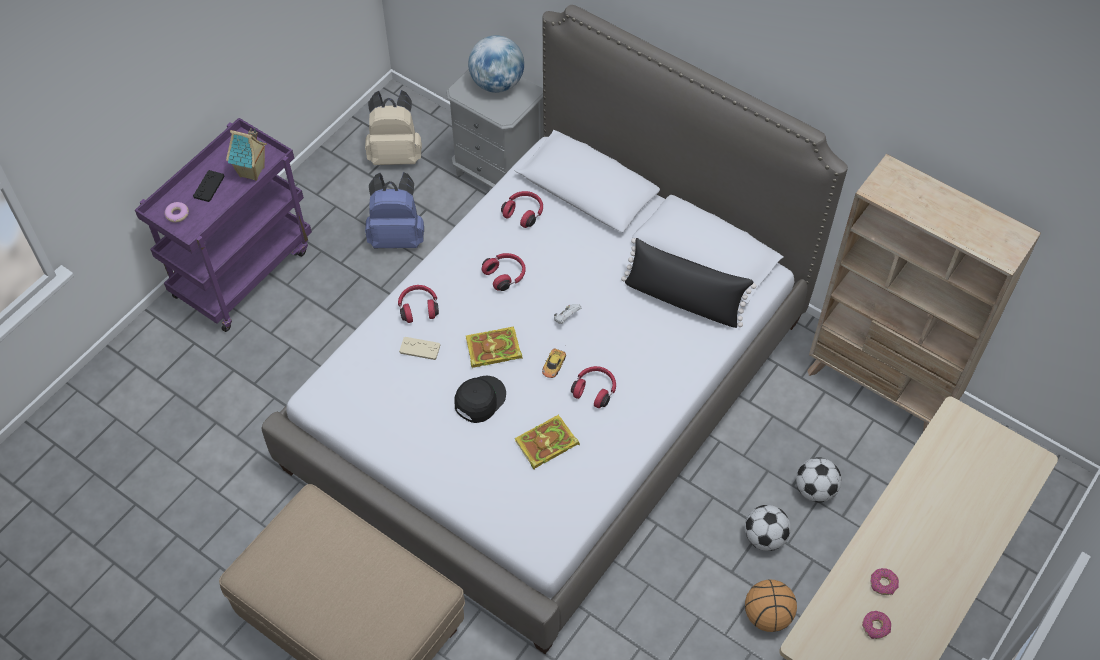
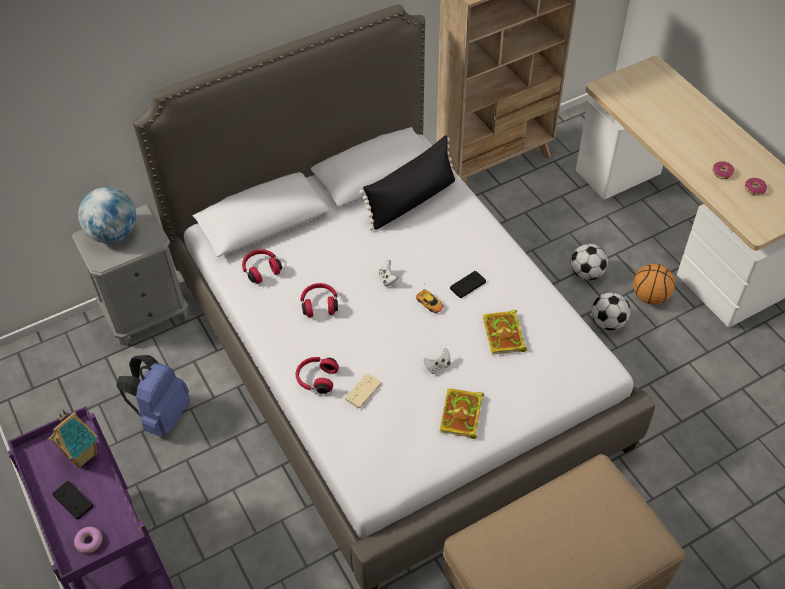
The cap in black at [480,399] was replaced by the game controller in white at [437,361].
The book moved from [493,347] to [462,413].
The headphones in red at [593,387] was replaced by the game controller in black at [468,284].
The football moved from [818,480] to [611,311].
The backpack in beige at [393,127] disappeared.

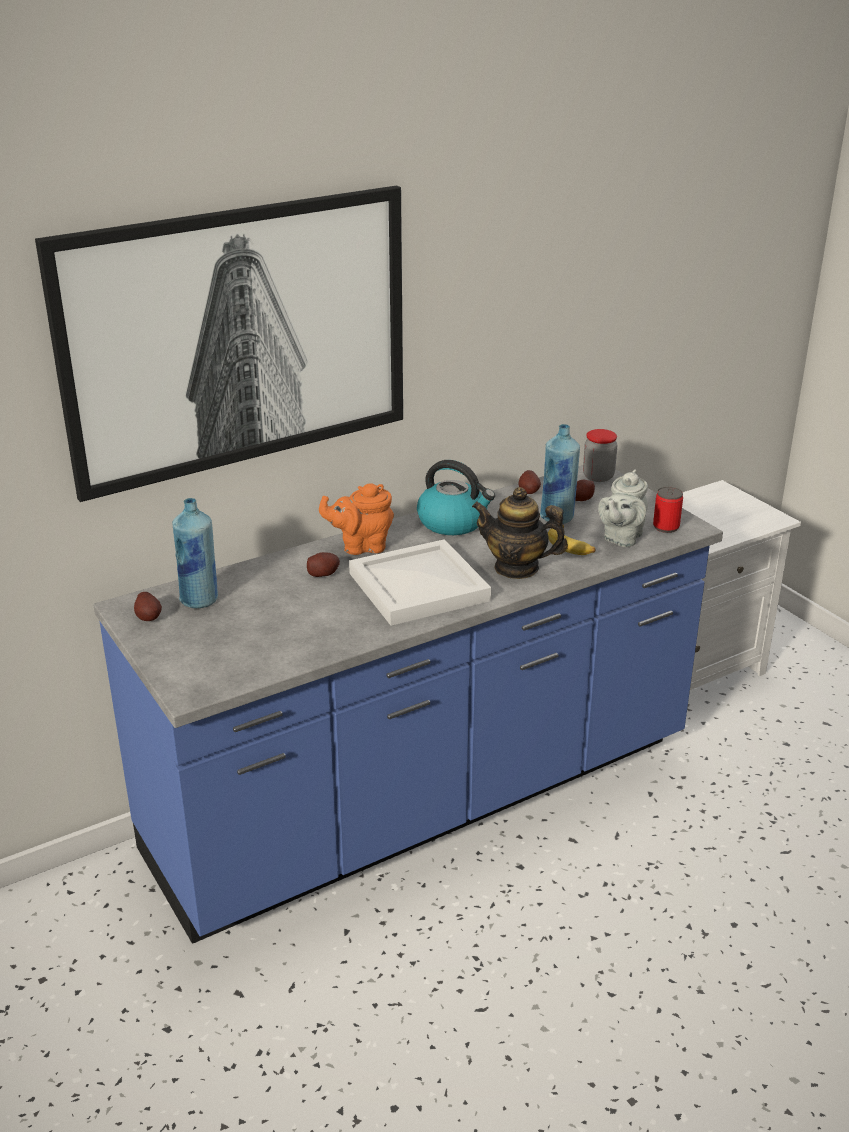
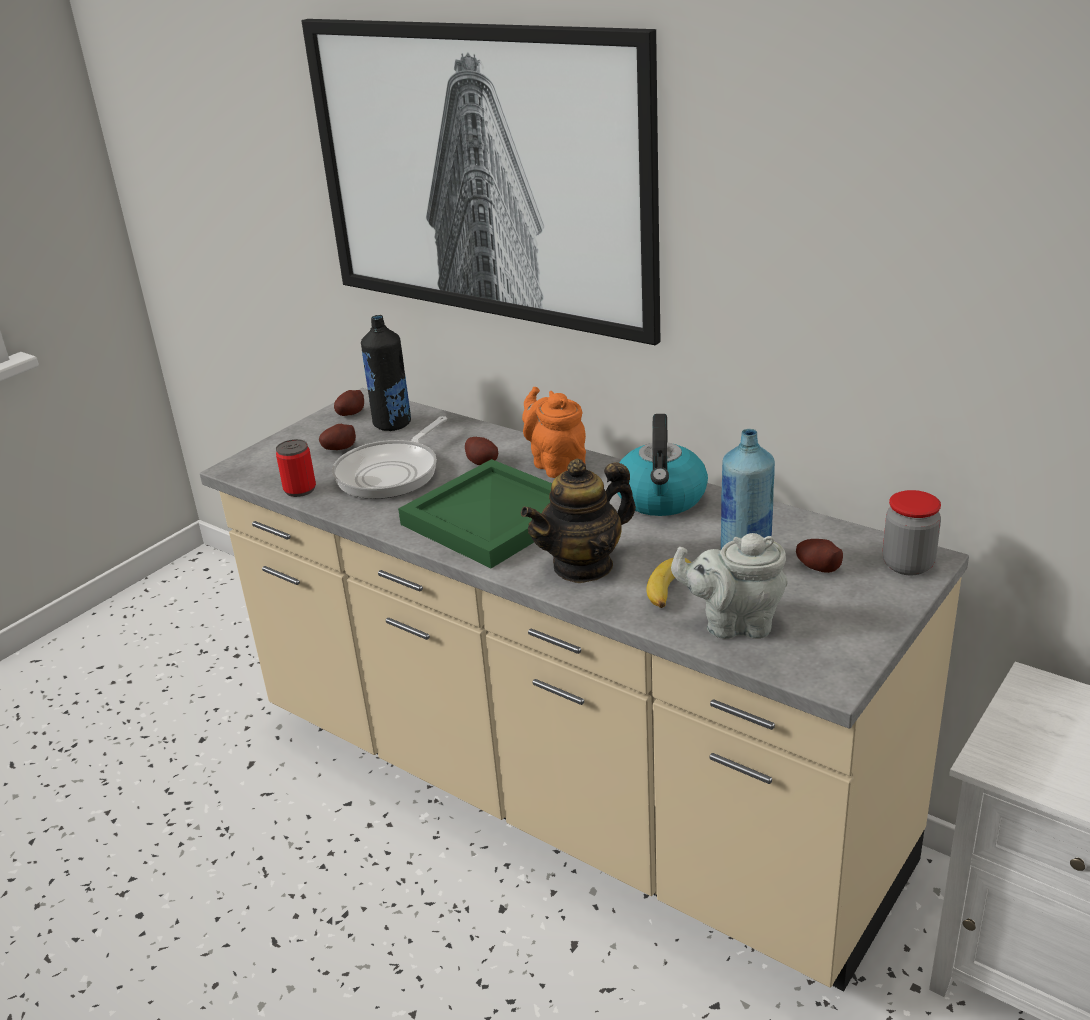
The counter in blue at [408,704] became the counter in beige at [584,689].
The can moved from [668,510] to [296,468].
The potato moved from [530,482] to [337,437].
The frying pan at [389,457] appeared.
The bottle in blue at [195,553] became the bottle in black at [386,373].
The tray in white at [420,582] became the tray in green at [475,513].
The teapot at [520,533] turned 120 degrees counterclockwise.

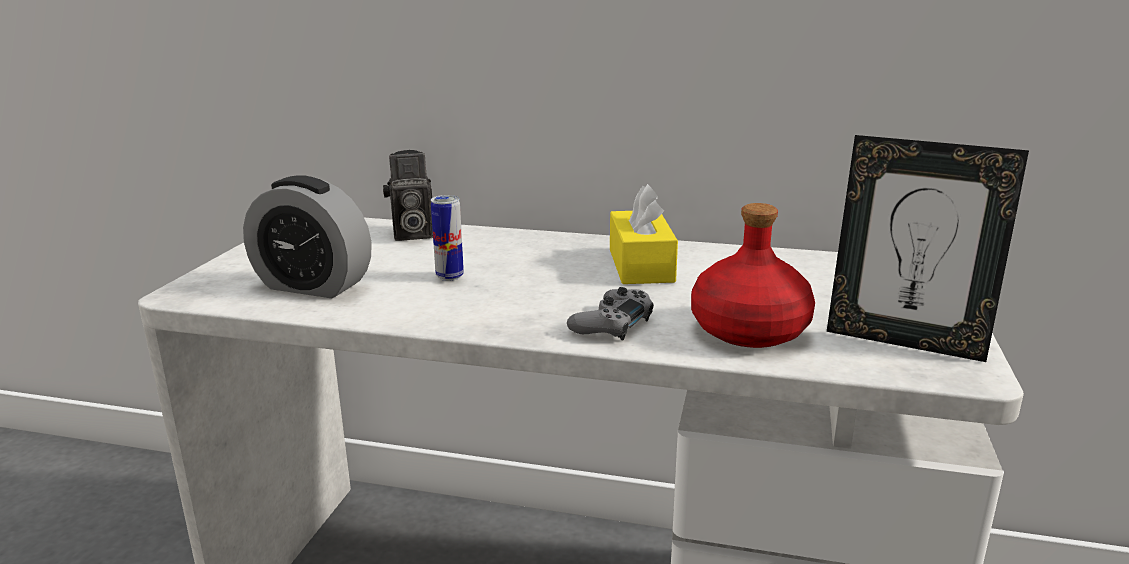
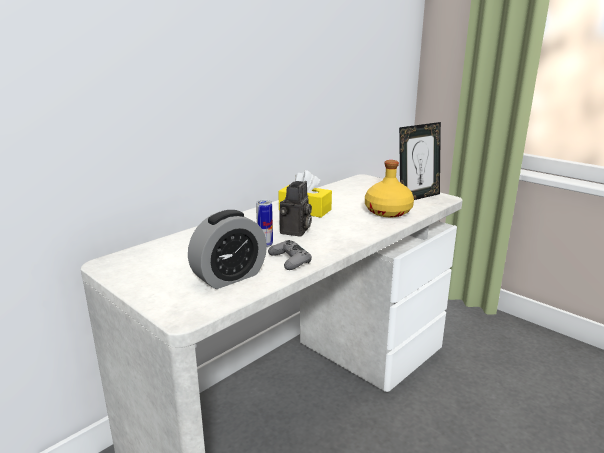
The game controller in grey moved from [610,313] to [290,255].
The photo camera moved from [408,195] to [296,208].
The bottle in red at [753,275] became the bottle in yellow at [389,188].

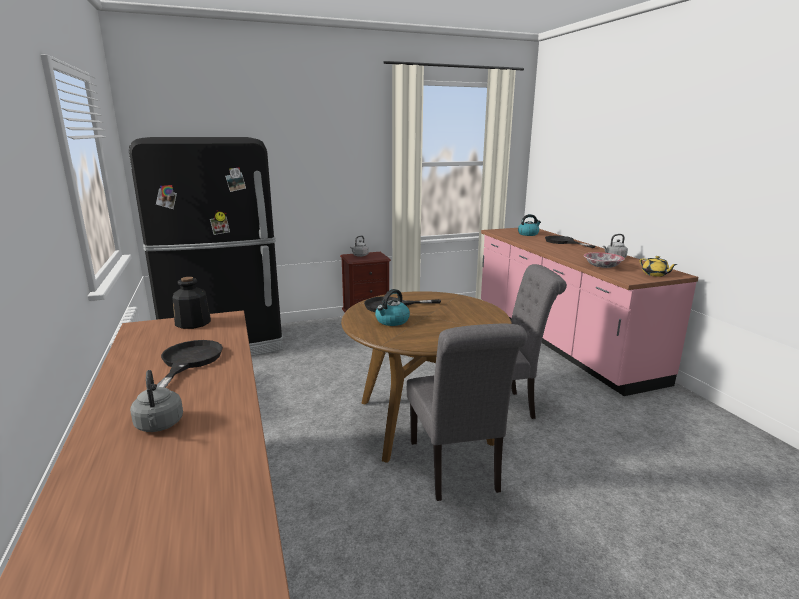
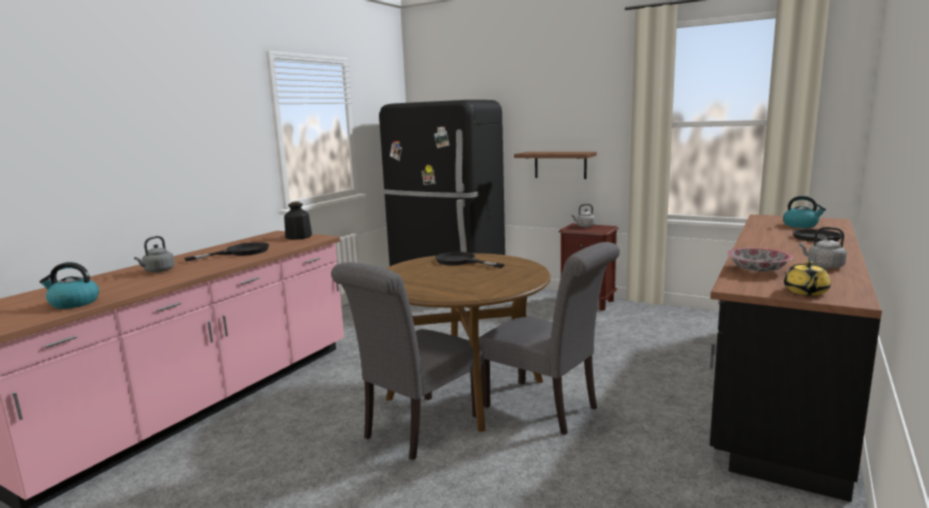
The kettle moved from [392,307] to [69,285].
The shelf in brown at [555,165] appeared.
The counter in pink at [589,312] became the counter in black at [796,358].

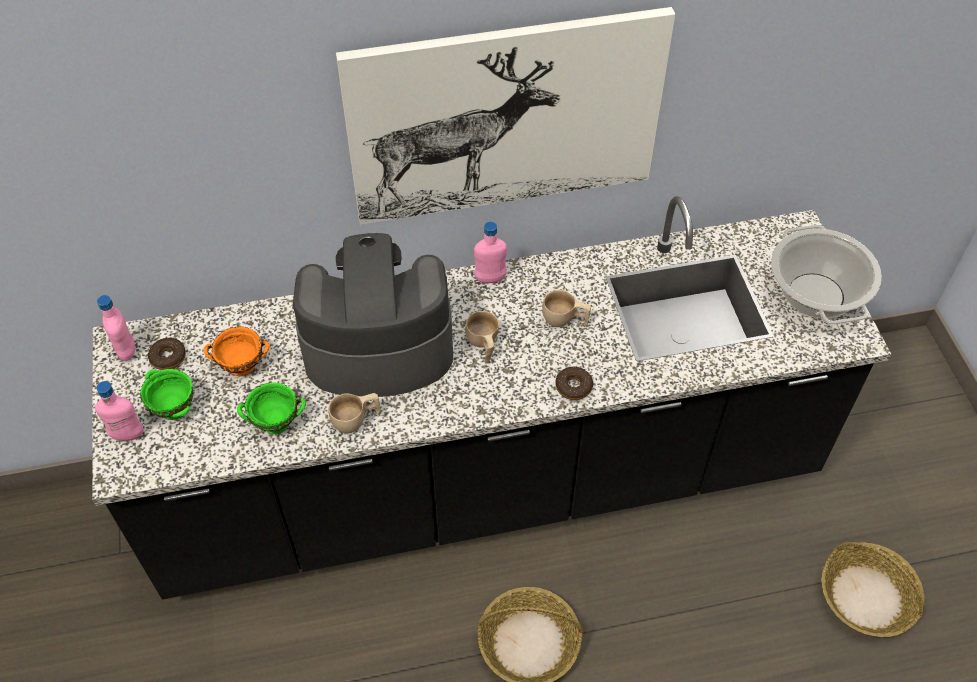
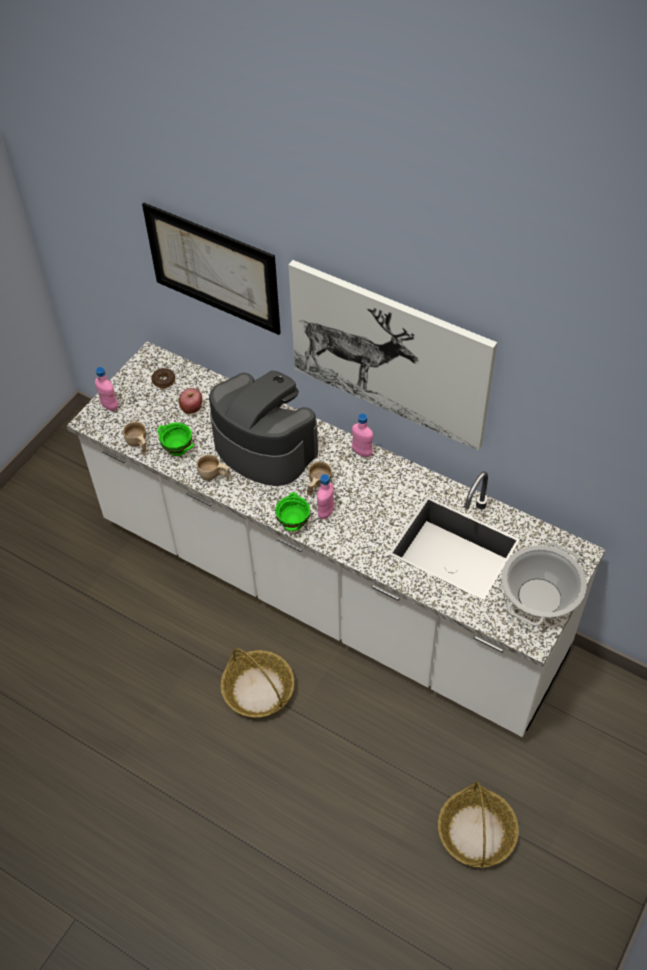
The counter in black at [491,398] became the counter in white at [336,539].
The cup in beige moved from [566,308] to [134,438].
The picture at [211,269] appeared.
The bowl in orange at [236,351] was replaced by the apple at [190,401].
The bowl in green moved from [167,394] to [292,511].
The bottle in pink moved from [116,328] to [325,496].
The donut at [574,383] disappeared.

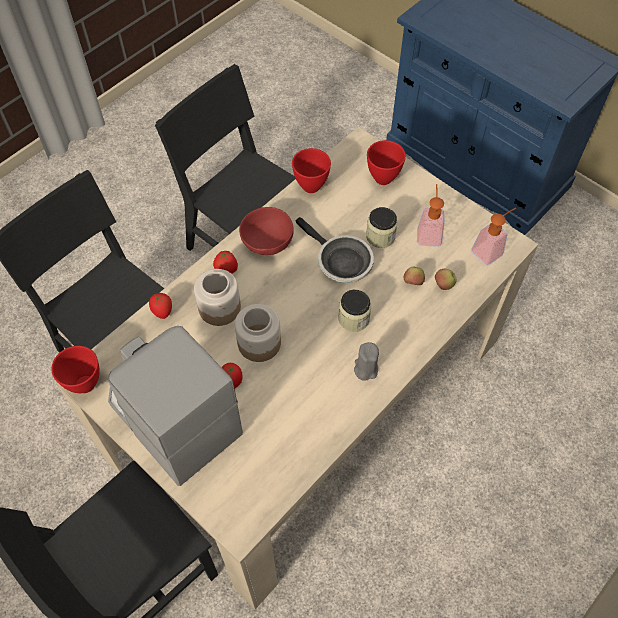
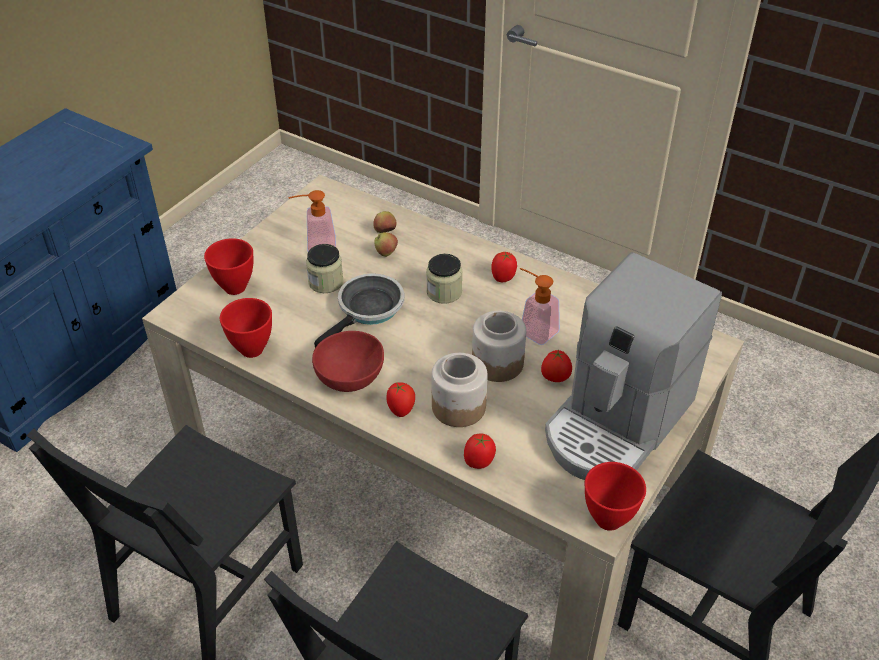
The candle in grey at [366,361] was replaced by the tomato at [504,267].
The soap dispenser moved from [493,236] to [540,306].

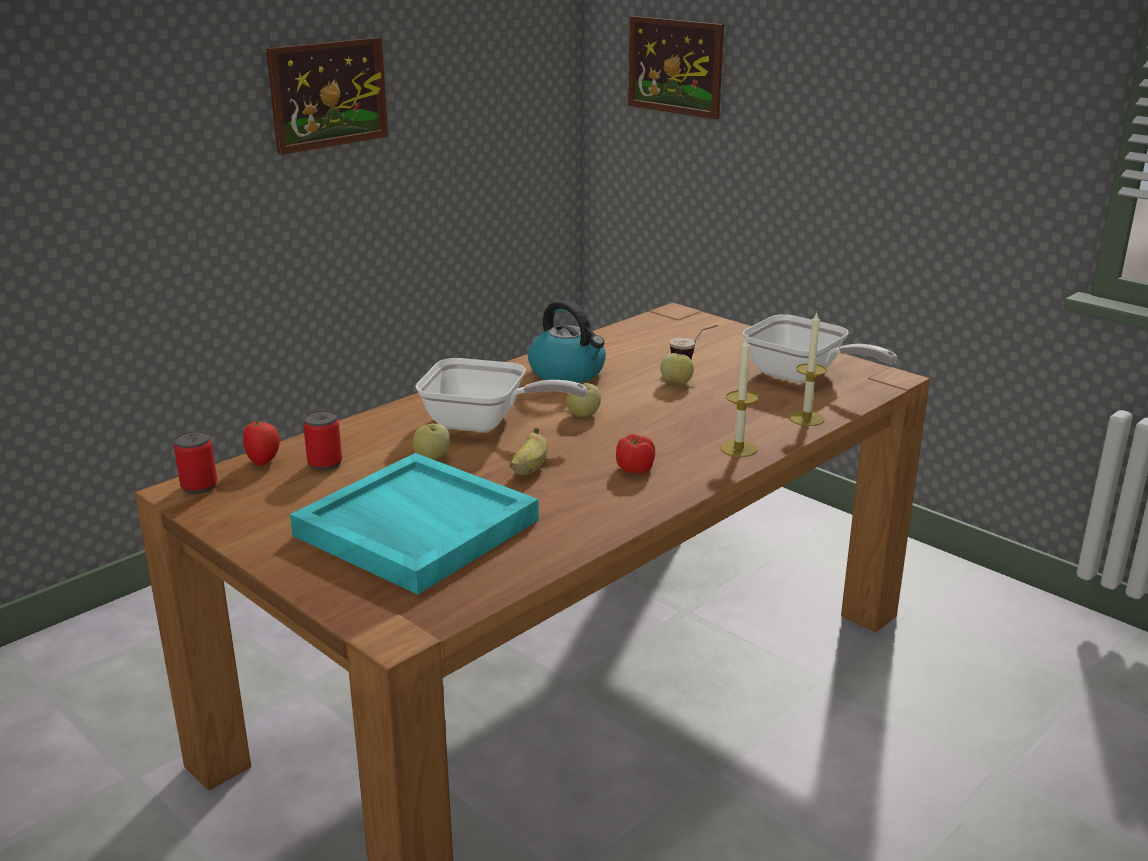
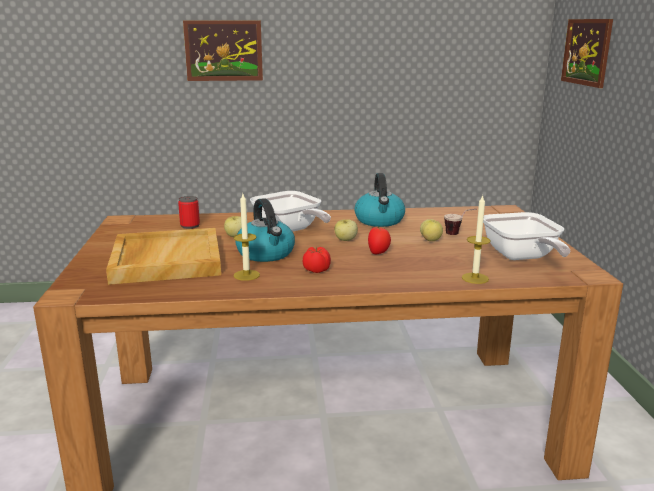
The tray in turquoise at [414,524] became the tray in beige at [163,256].
The picture moved from [327,96] to [223,50].
The candle moved from [739,397] to [247,237].
The banana at [528,451] was replaced by the kettle at [265,230].
The tomato moved from [261,443] to [379,240].
The can at [195,462] disappeared.

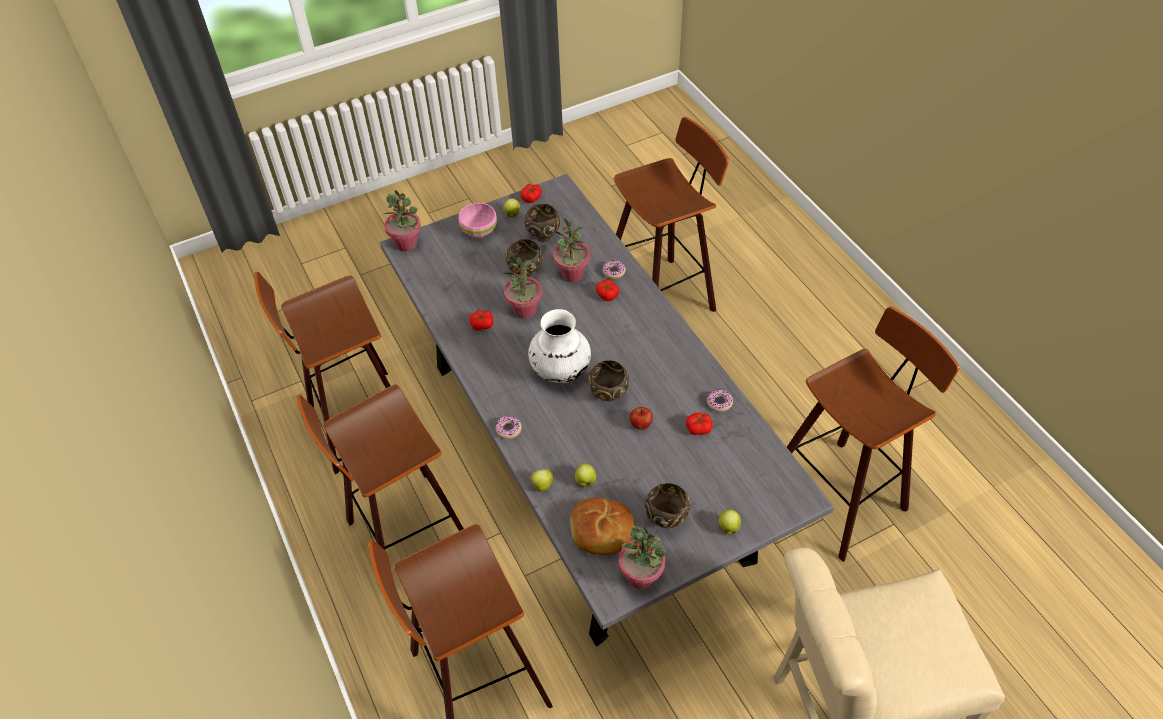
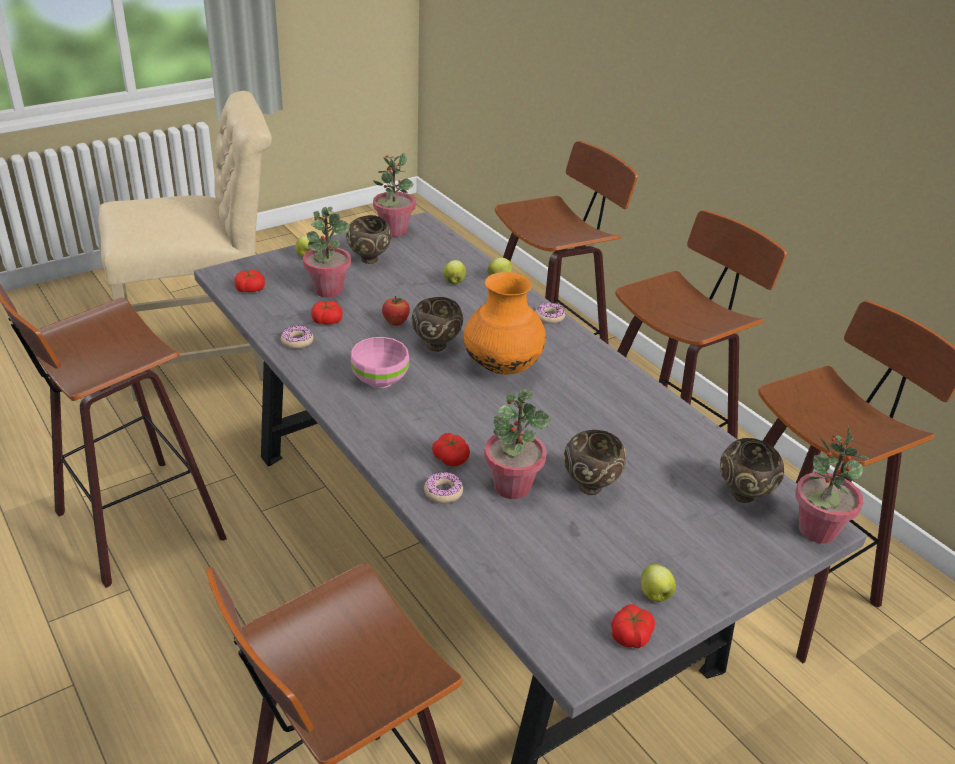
The tomato moved from [481,320] to [249,281].
The potted plant moved from [521,287] to [327,252].
The bowl in pink moved from [477,220] to [380,362].
The vase in white at [559,346] became the vase in orange at [504,323].
The bowl in brown moved from [542,223] to [752,470].
The bread at [602,526] disappeared.

